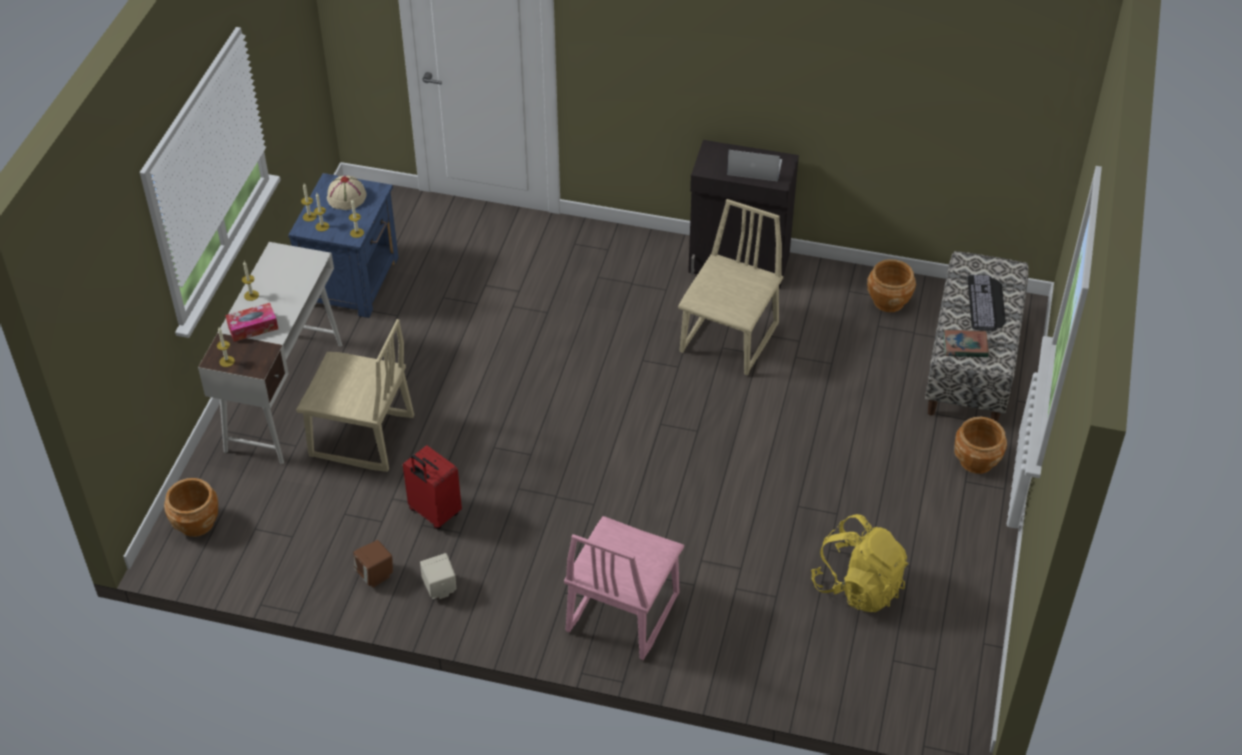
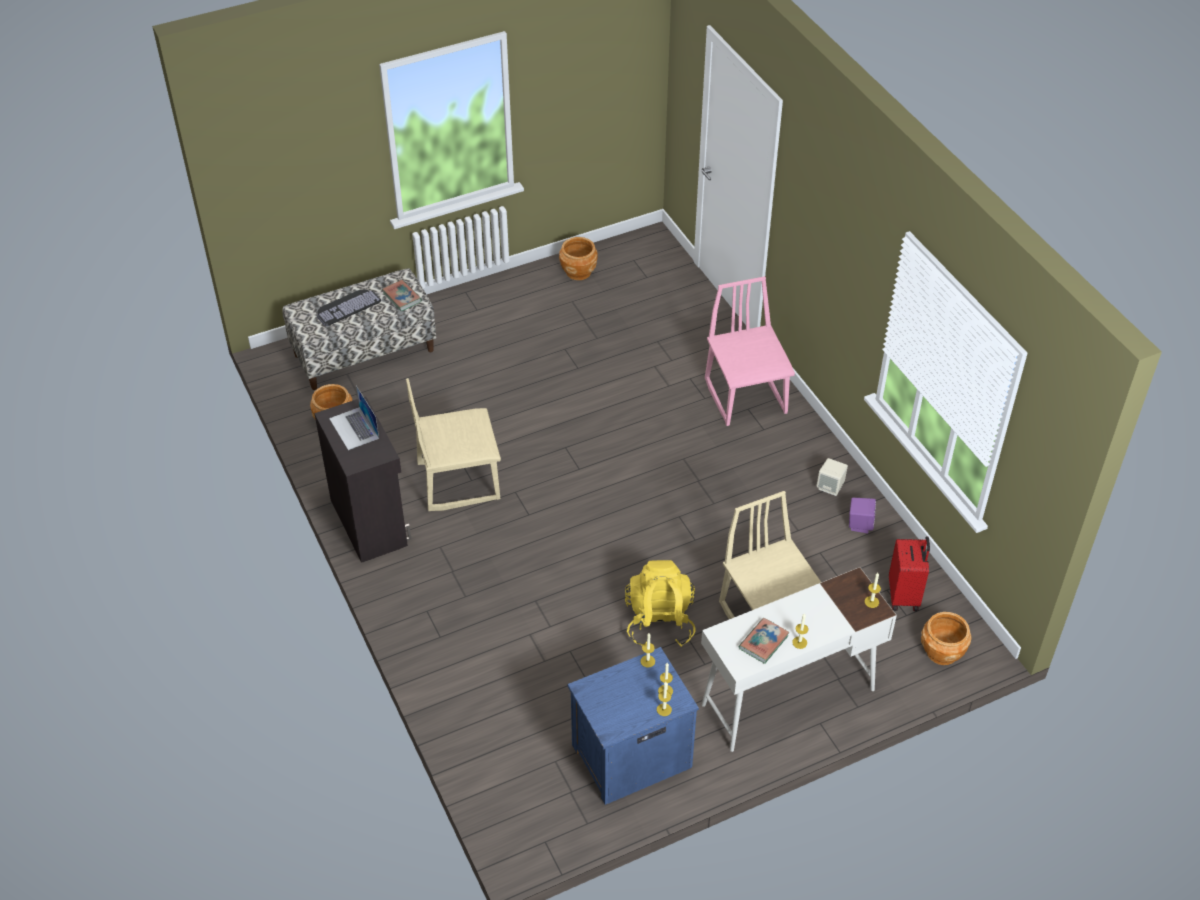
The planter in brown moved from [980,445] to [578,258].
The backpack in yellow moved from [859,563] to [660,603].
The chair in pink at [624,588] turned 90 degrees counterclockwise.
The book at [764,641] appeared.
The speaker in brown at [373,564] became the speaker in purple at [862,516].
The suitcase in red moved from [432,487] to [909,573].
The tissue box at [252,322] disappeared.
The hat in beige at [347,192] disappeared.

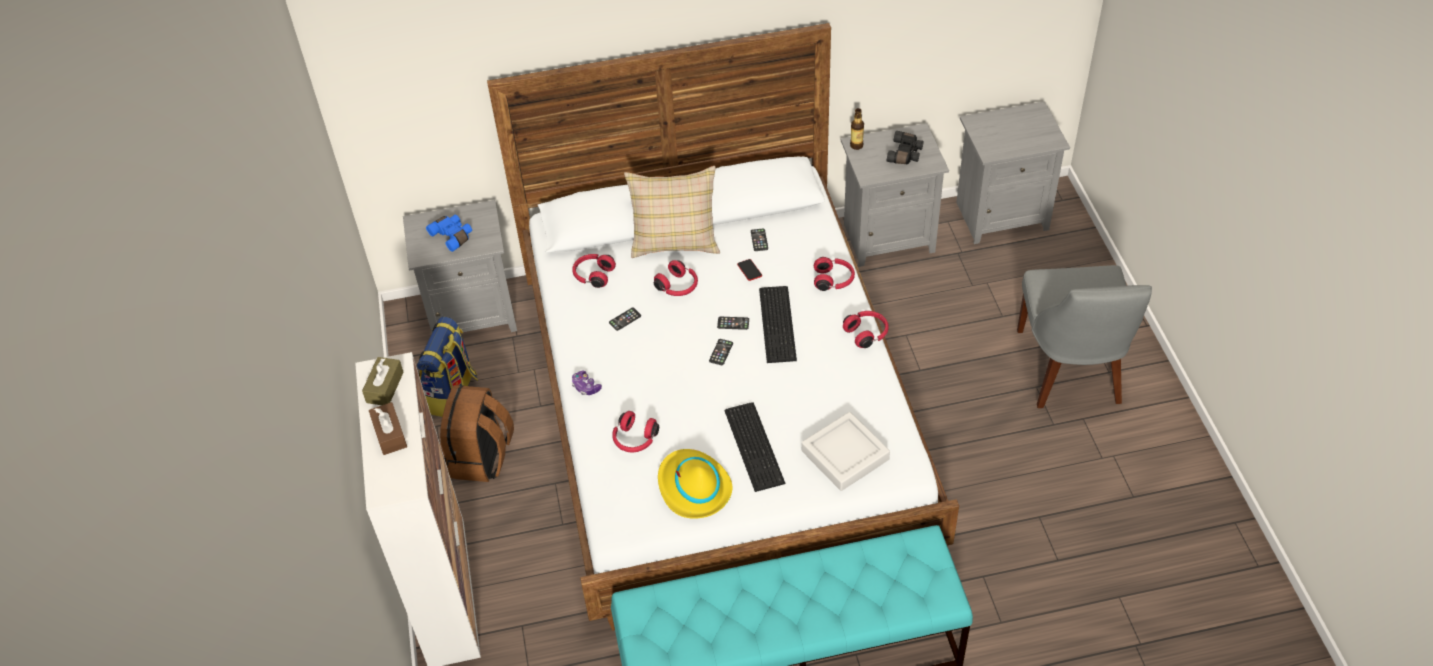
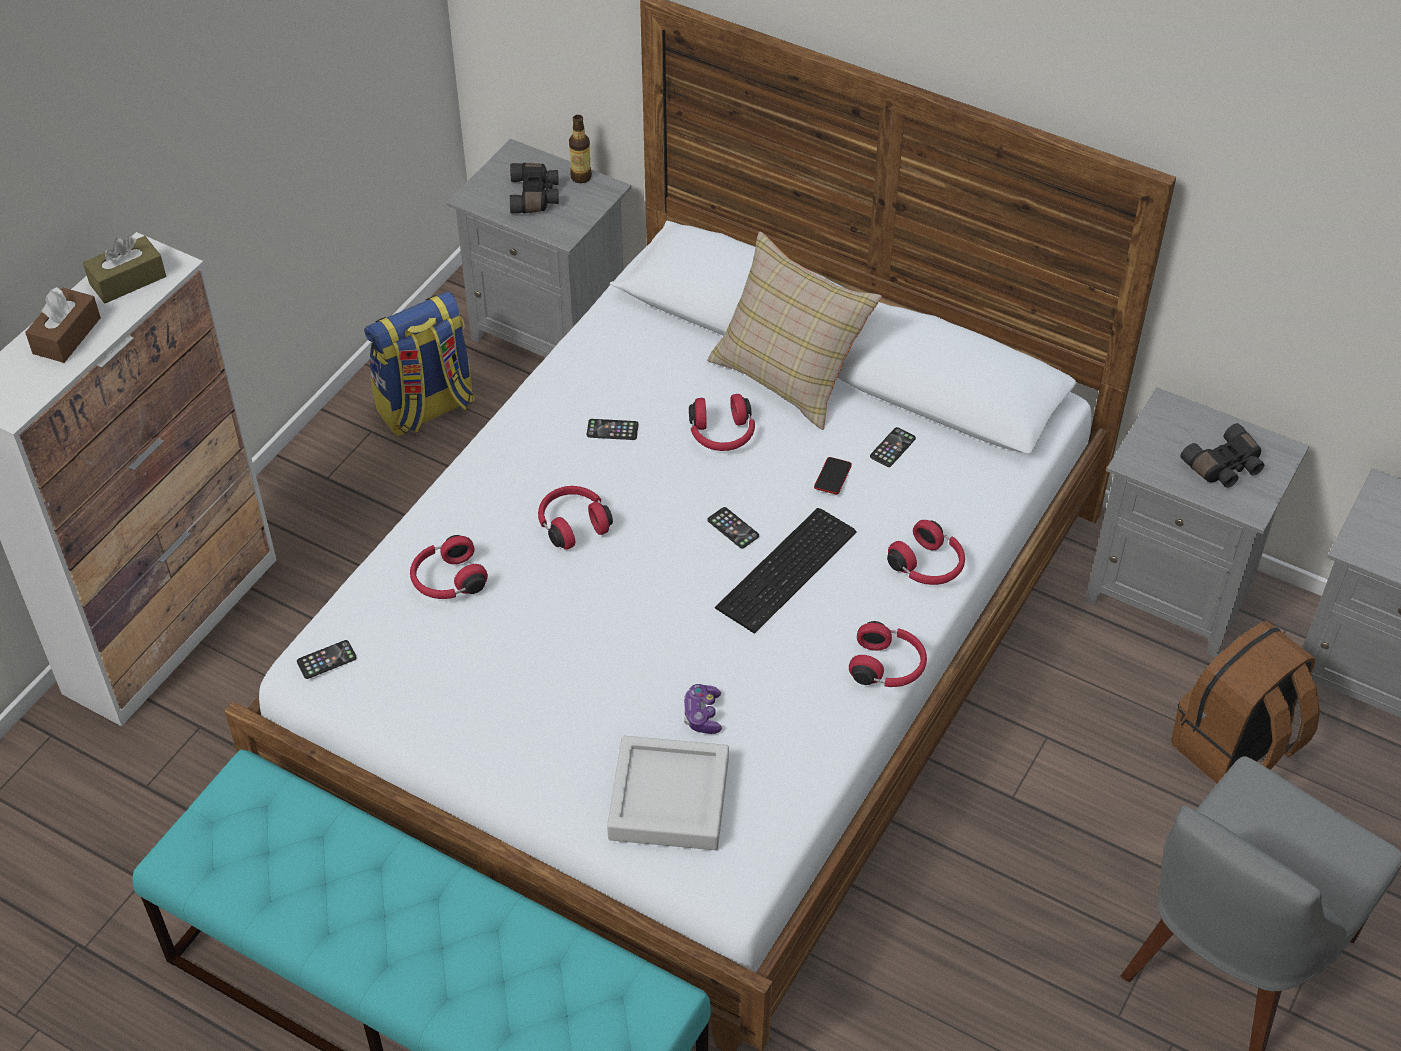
The phone moved from [721,352] to [327,659].
The binoculars in blue at [449,233] became the binoculars in black at [534,188].
The headphones in red moved from [594,271] to [575,518].
The bottle moved from [857,129] to [580,149].
The game controller moved from [587,383] to [703,709].
The backpack in brown moved from [477,433] to [1245,702].
The hat in yellow at [695,484] disappeared.
The keyboard at [754,447] disappeared.

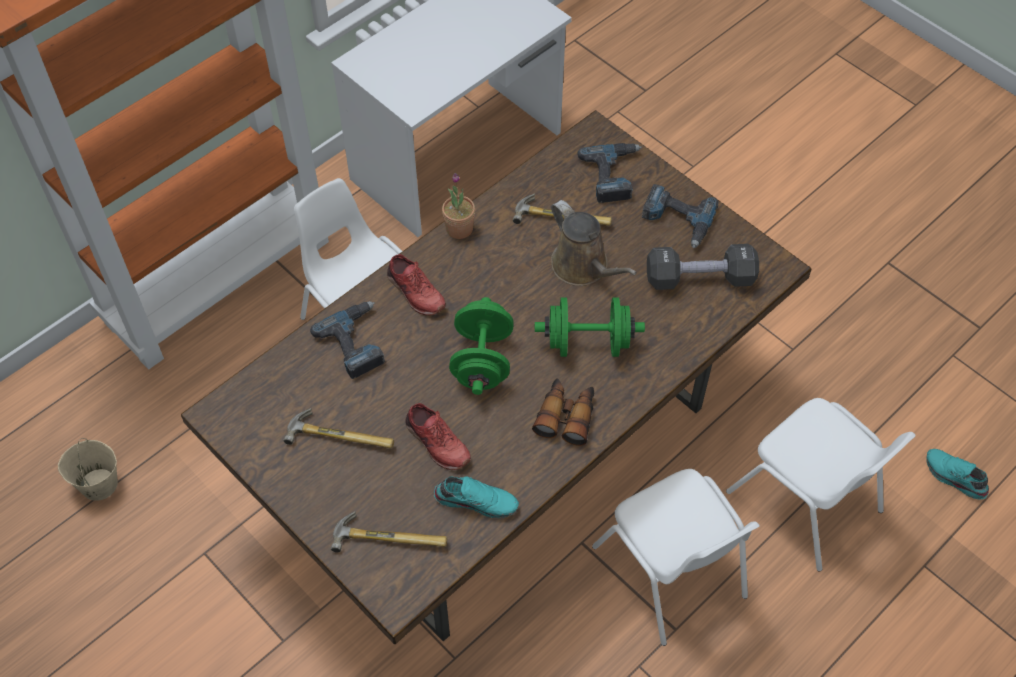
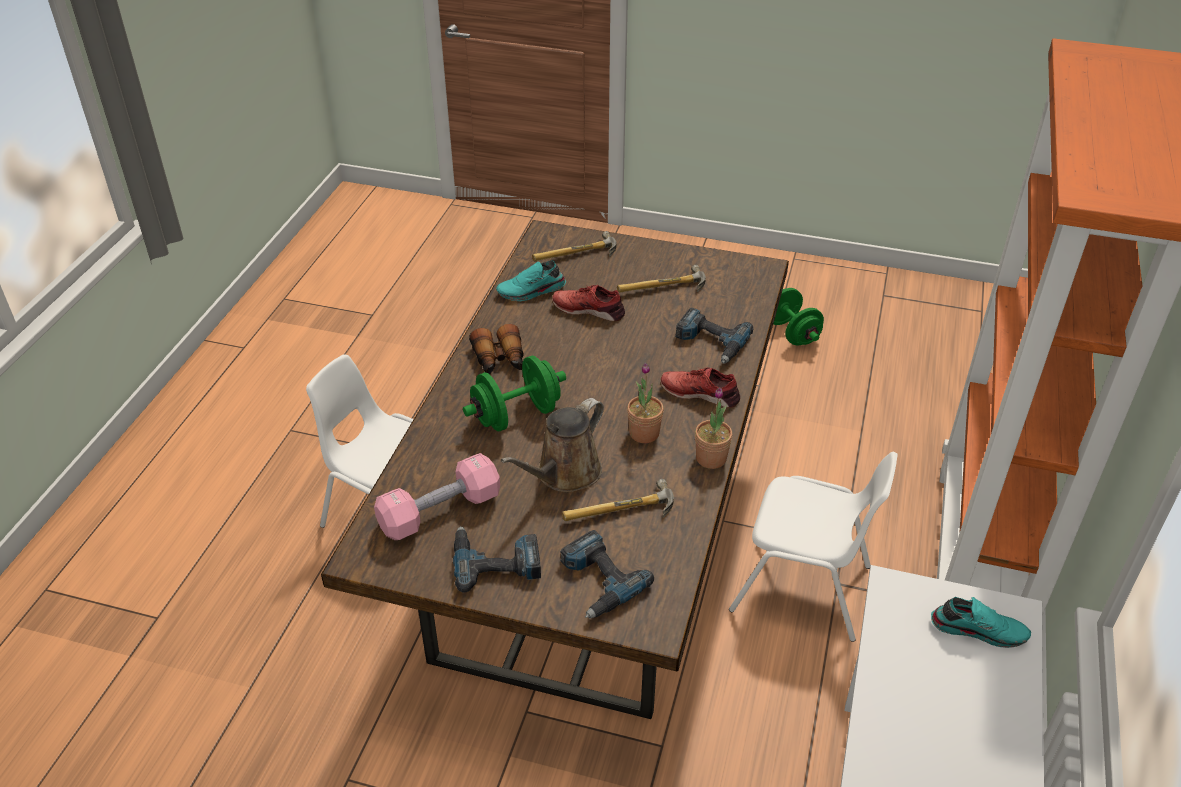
The dumbbell in black at [703,267] became the dumbbell in pink at [437,496].
The watering can in brown at [594,243] turned 75 degrees counterclockwise.
The potted plant at [645,403] appeared.
The dumbbell in green moved from [481,346] to [798,317].
The shoe in turquoise moved from [957,474] to [981,622].
The bucket in beige at [88,469] disappeared.
The chair in white at [821,485] disappeared.

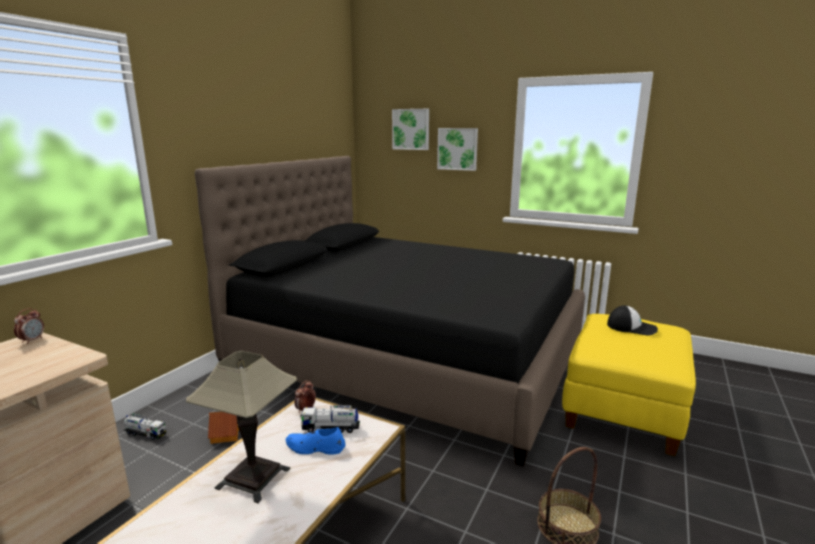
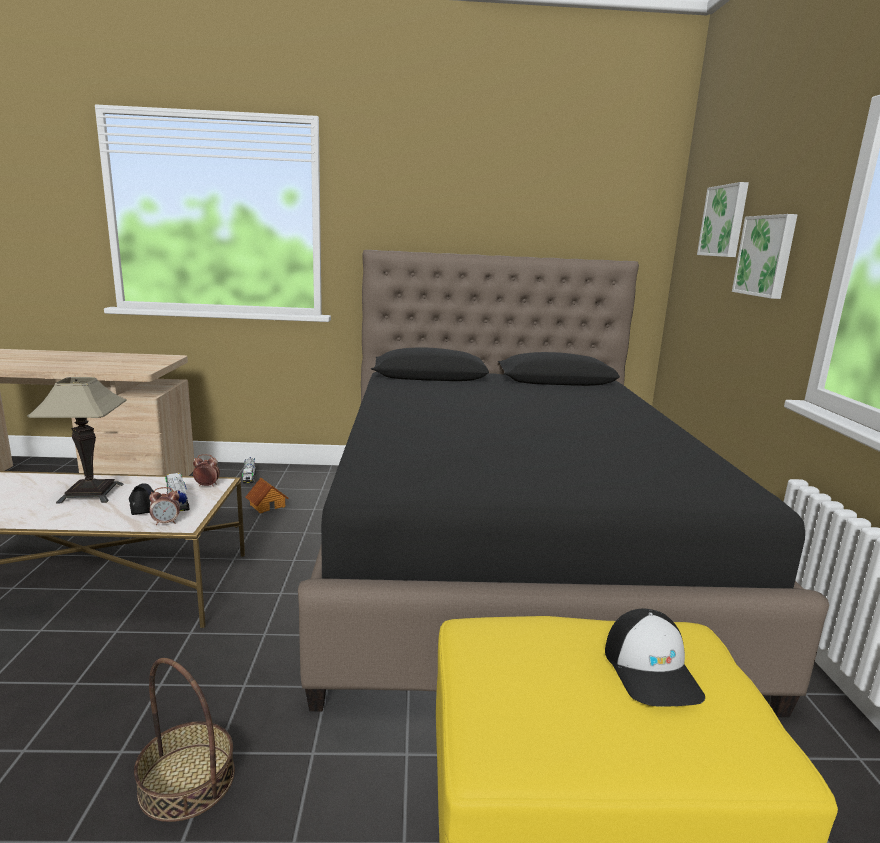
The shoe in blue at [316,441] became the shoe in black at [141,499].
The alarm clock moved from [29,326] to [164,506].

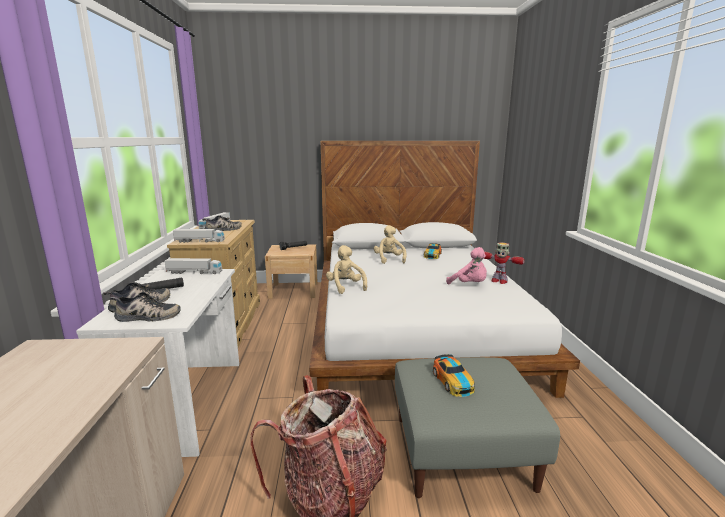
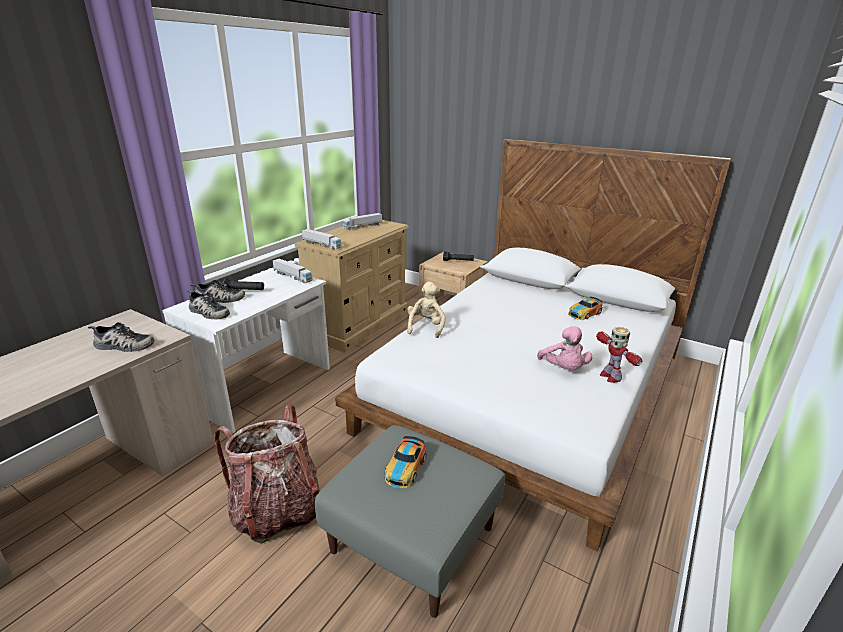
The shoe moved from [222,223] to [121,337].
The plush toy in beige at [390,244] disappeared.

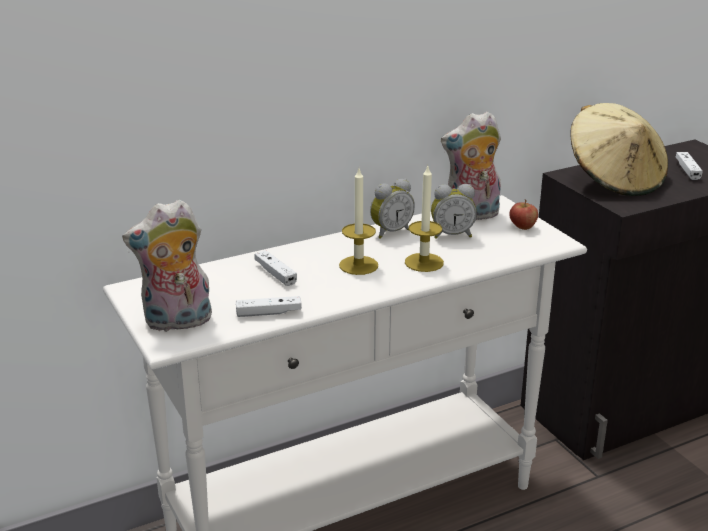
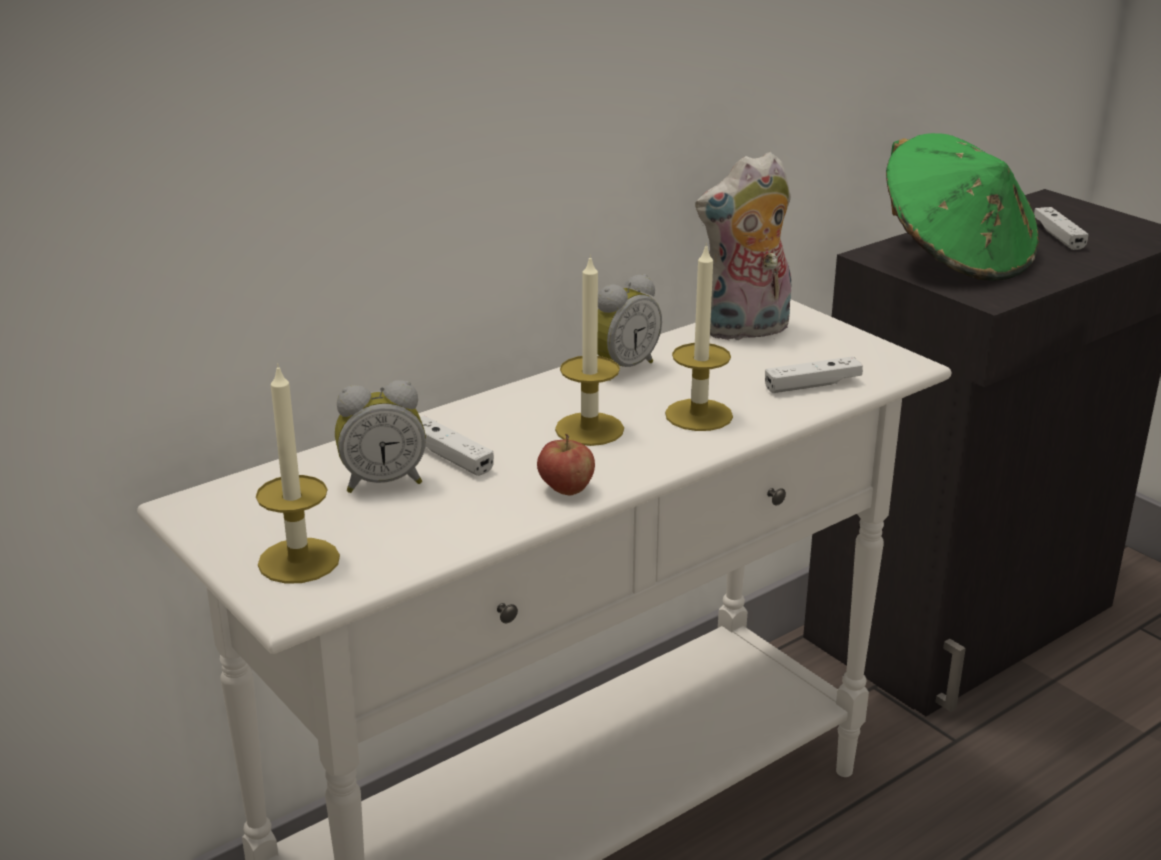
The plush toy at [167,265] was replaced by the candle at [298,473].
The alarm clock moved from [454,211] to [380,436].
The apple moved from [523,214] to [566,464].
The game controller in white moved from [269,306] to [814,374].
The hat in beige at [619,149] became the hat in green at [962,207].

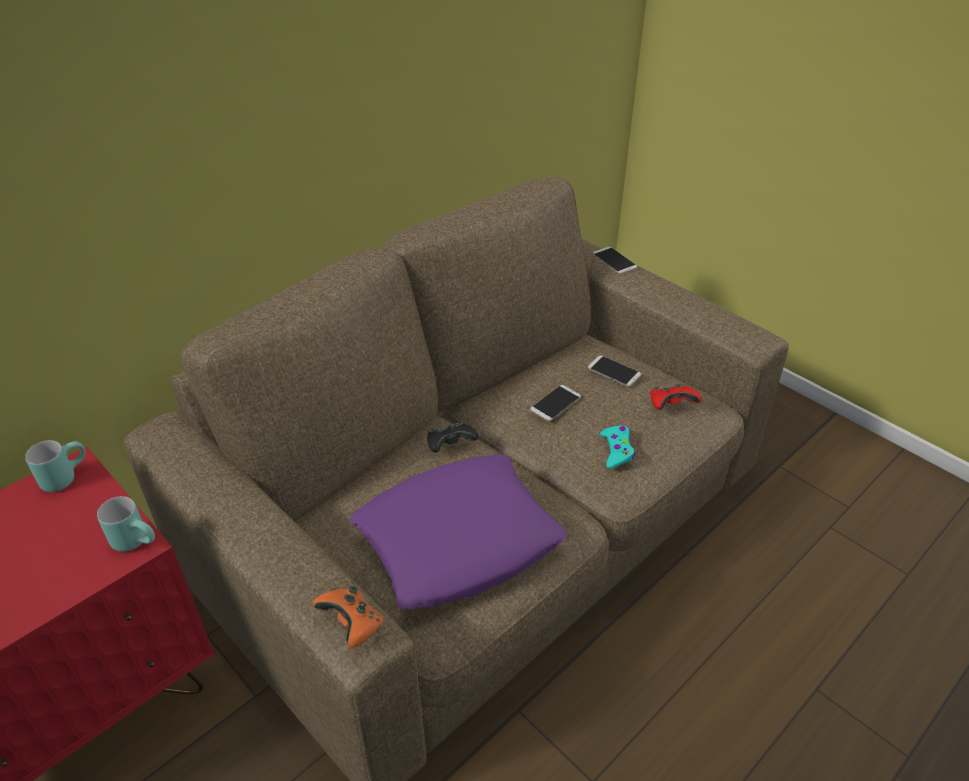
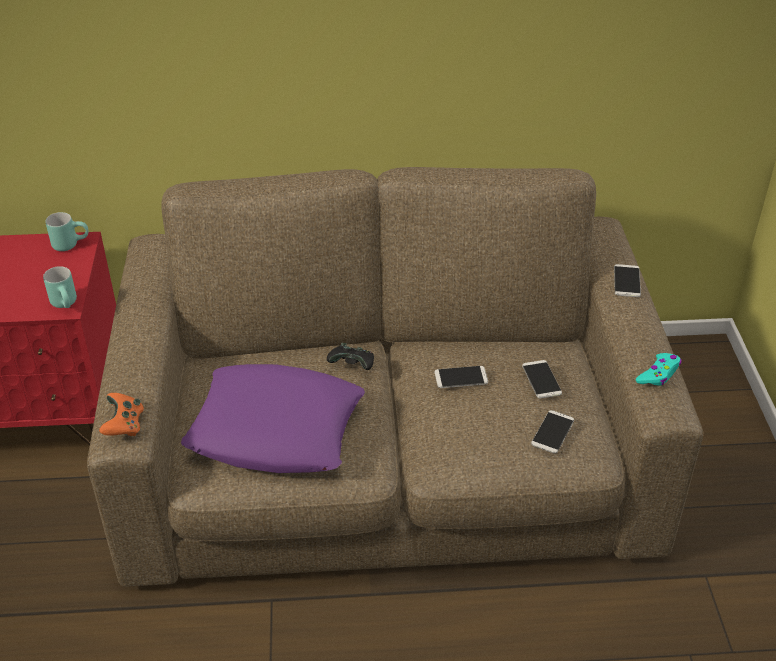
The game controller in red at [676,397] was replaced by the phone at [552,432].
The game controller in turquoise moved from [617,447] to [659,369].

